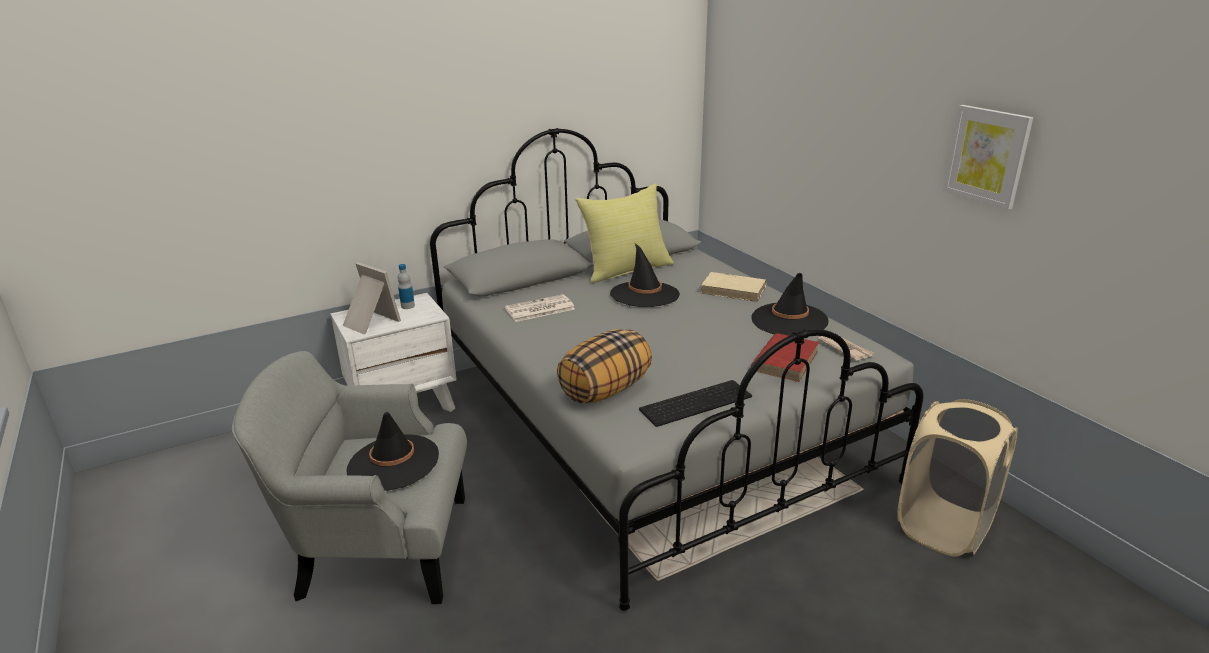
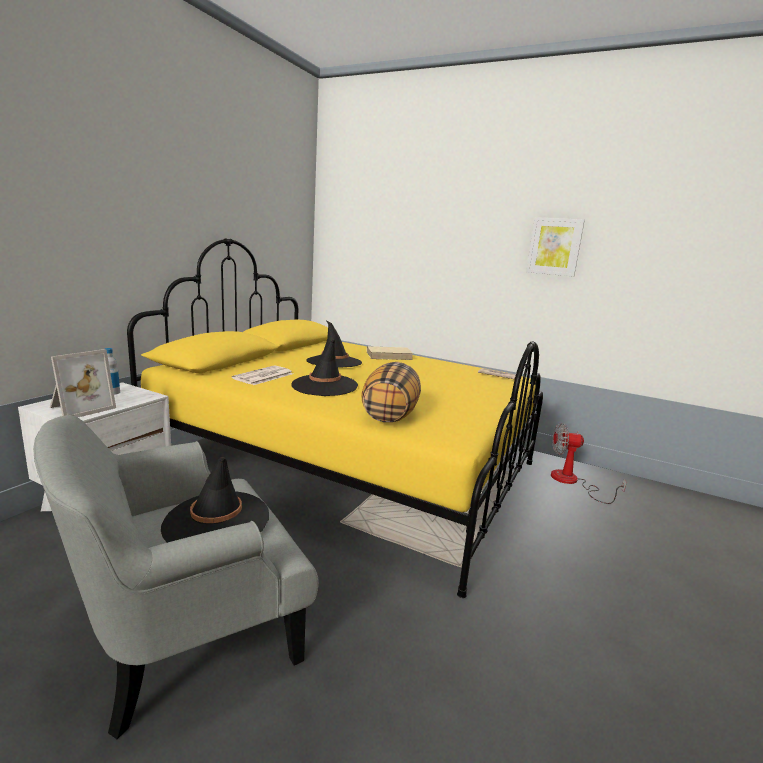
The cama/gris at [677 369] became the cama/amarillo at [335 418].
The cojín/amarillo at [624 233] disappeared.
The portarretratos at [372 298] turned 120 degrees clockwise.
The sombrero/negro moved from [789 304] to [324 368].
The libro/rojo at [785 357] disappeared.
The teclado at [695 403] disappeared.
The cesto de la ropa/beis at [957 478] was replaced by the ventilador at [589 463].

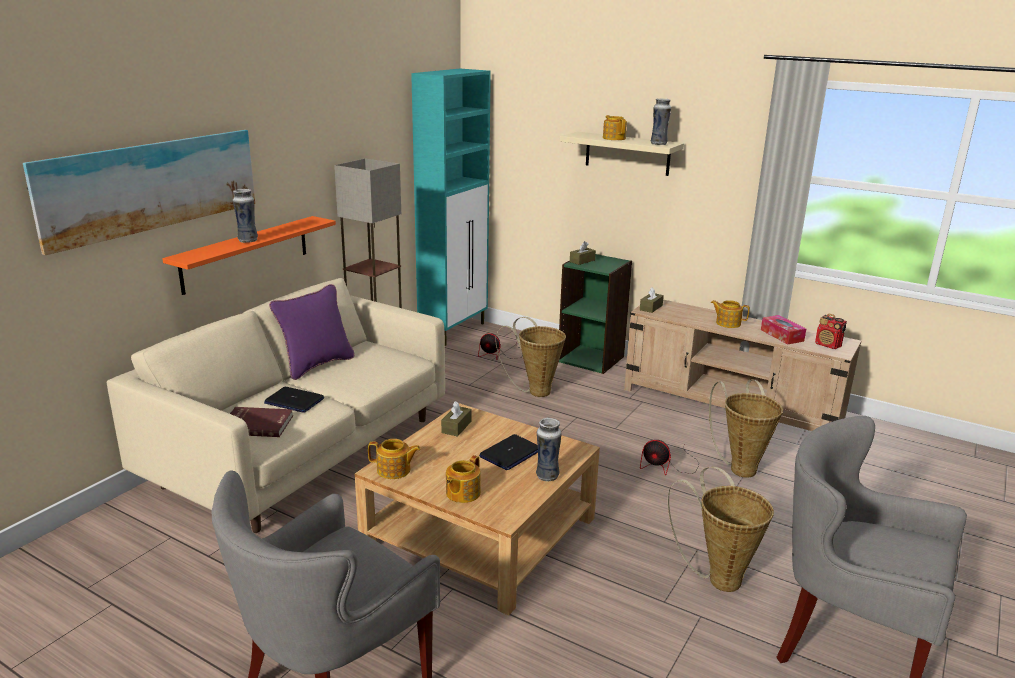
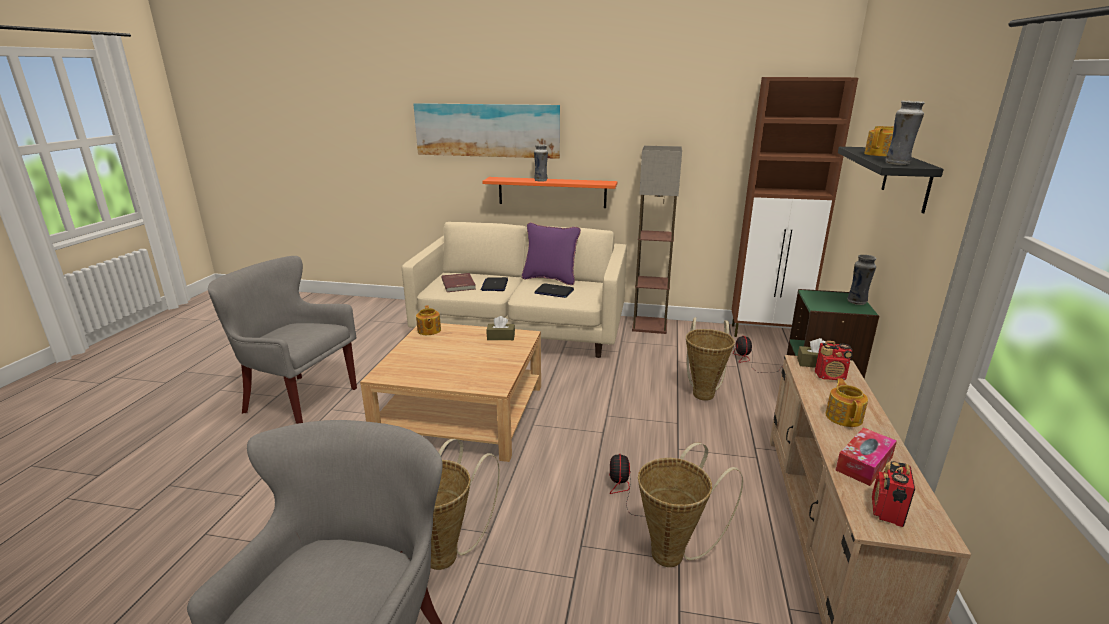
The armario/turquesa at [451 207] became the armario/marrón at [795 207].
The estante/beis at [622 154] became the estante/negro at [891 180].
The caja de pañuelos/marrón at [583 253] disappeared.
The florero moved from [549 449] to [862 280].
The portátil moved from [508 452] to [554 290].
The tetera at [463 479] disappeared.
The radio at [834 360] appeared.

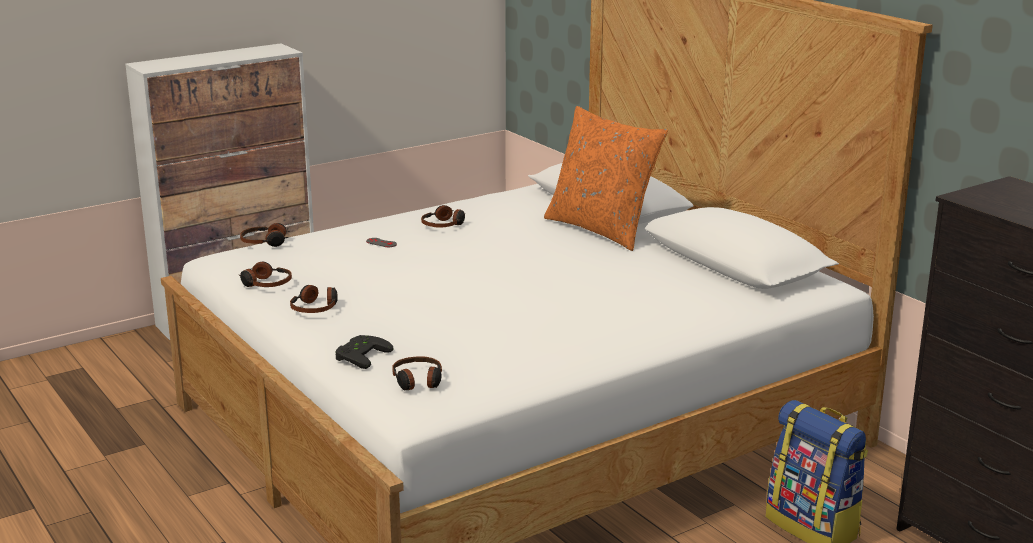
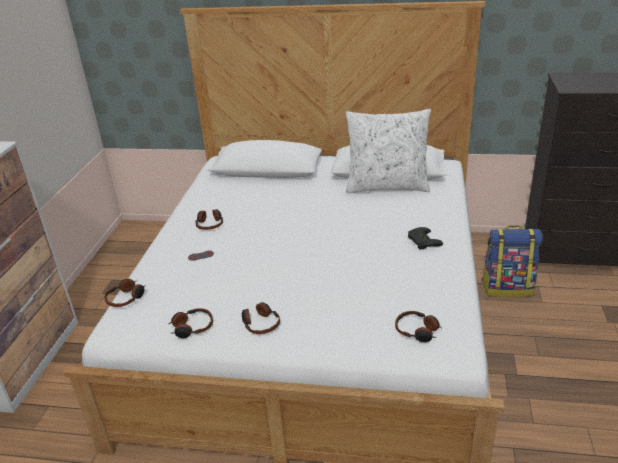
The cojín/naranja at [606 178] disappeared.
The mando de consola/negro moved from [364 352] to [425 238].
The cojín/blanco at [388 150] appeared.

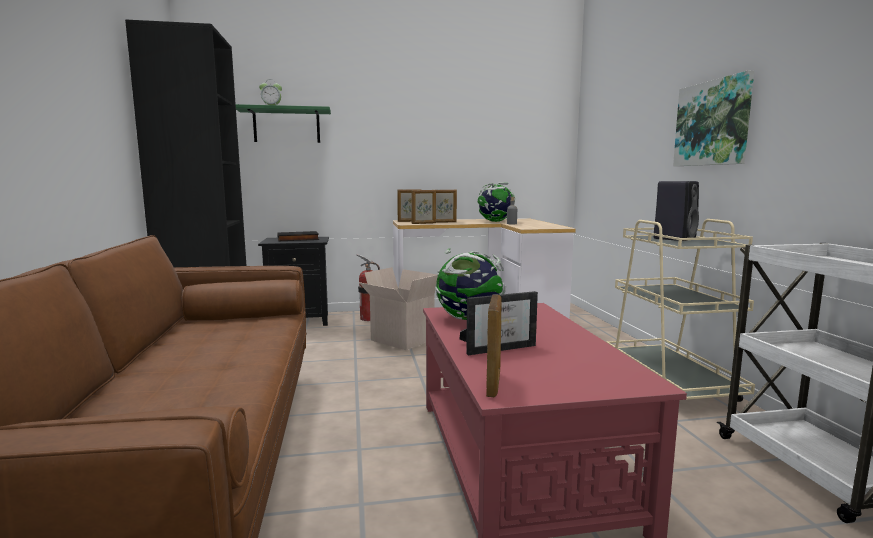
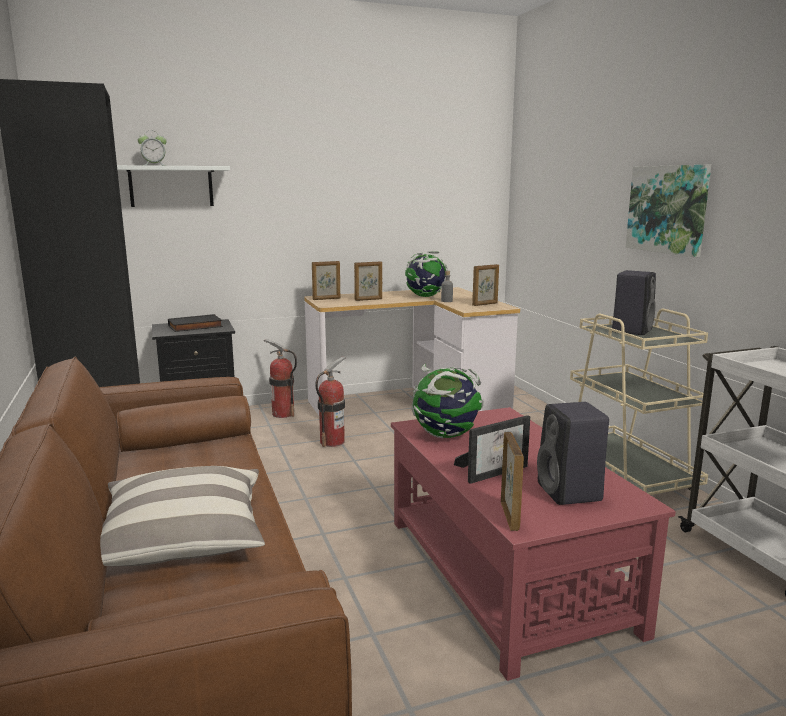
The estante/verde at [283 123] became the estante/blanco at [173 186].
The portarretratos moved from [423 207] to [485 285].
The caja de cartón at [398 308] was replaced by the extintor at [331 402].
The altavoz/negro at [573 453] appeared.
The cojín at [182 516] appeared.

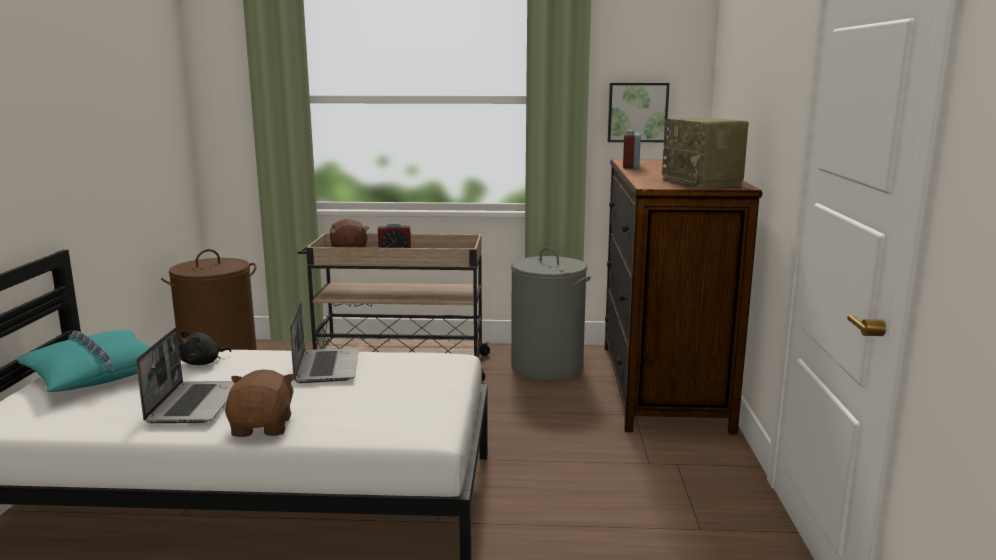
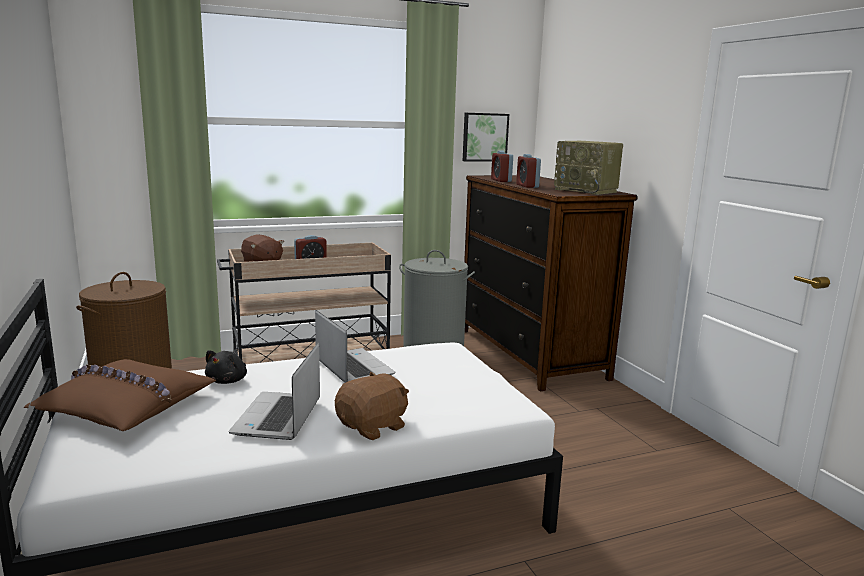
The portátil at [185 375] turned 150 degrees counterclockwise.
The cojín/turquesa at [82 361] became the cojín/marrón at [120 395].
The peluche/marrón at [260 403] turned 75 degrees clockwise.
The despertador at [528 171] appeared.

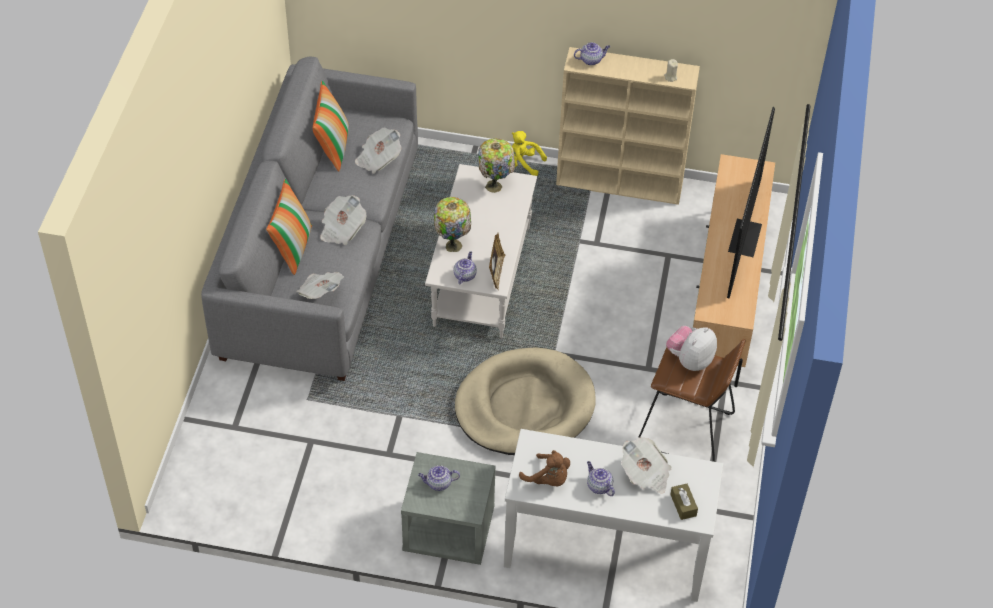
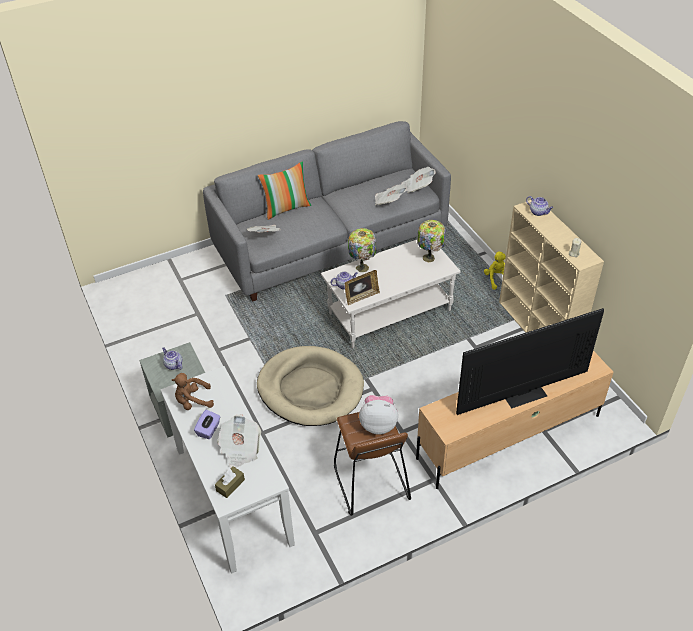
The cojín at [331 126] disappeared.
The periódico moved from [343 220] to [418 180].
The peluche/marrón at [544 468] turned 75 degrees clockwise.
The tetera at [601 478] was replaced by the caja de pañuelos/morado at [207 424].

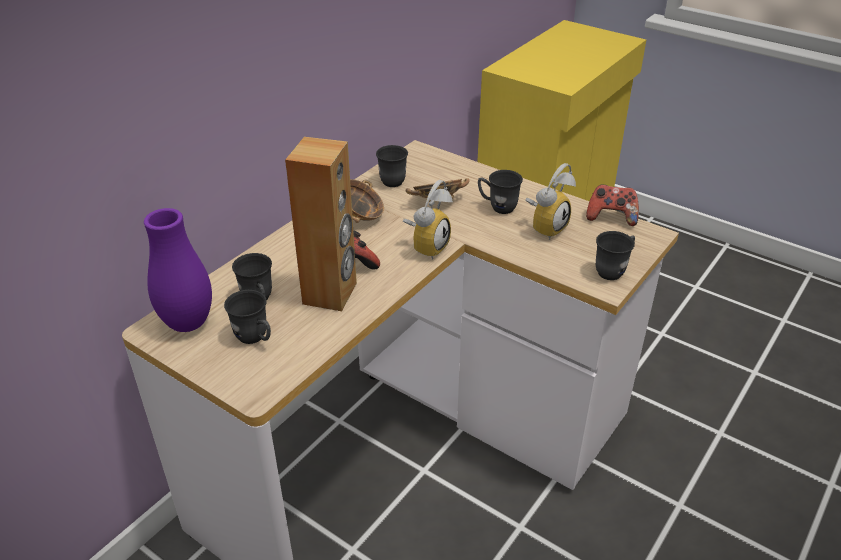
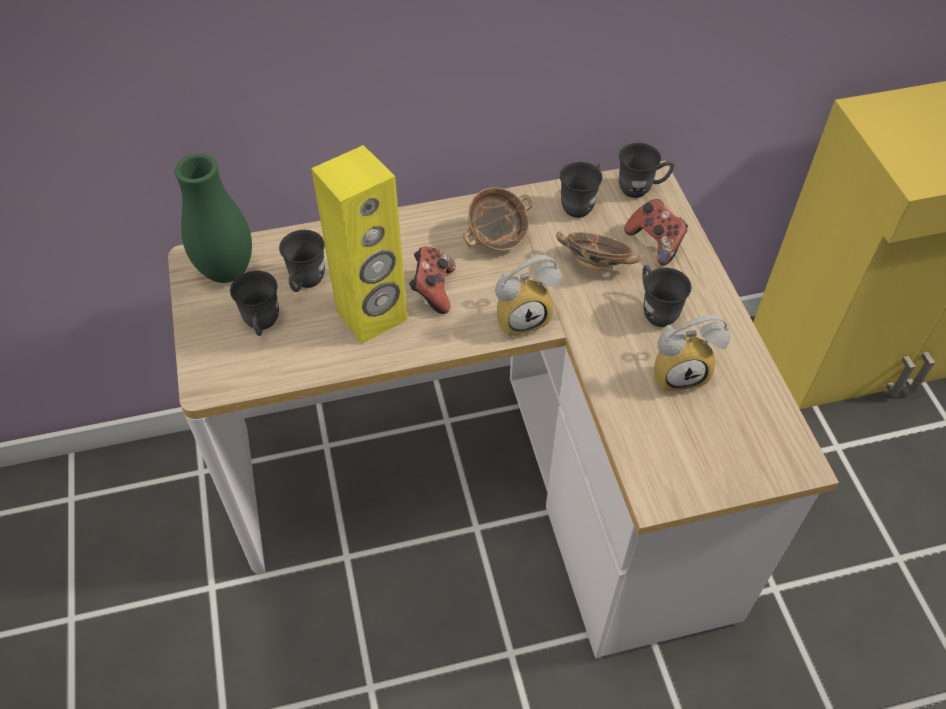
The altavoz/marrón at [321 224] became the altavoz/amarillo at [359 244].
The mando de consola moved from [612 205] to [656 232].
The florero/morado at [178 270] became the florero/verde at [213 218].
The taza grande/gris moved from [615 255] to [647 170].

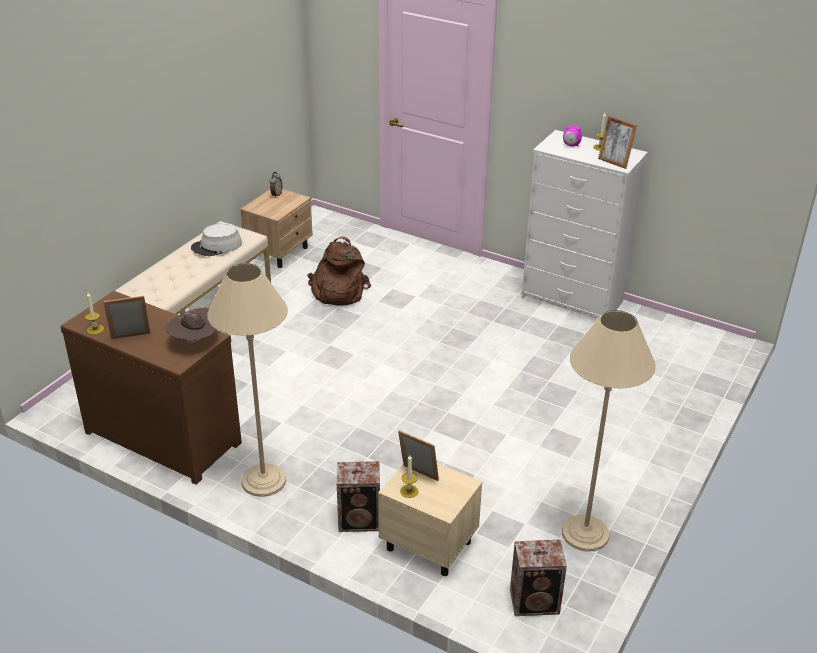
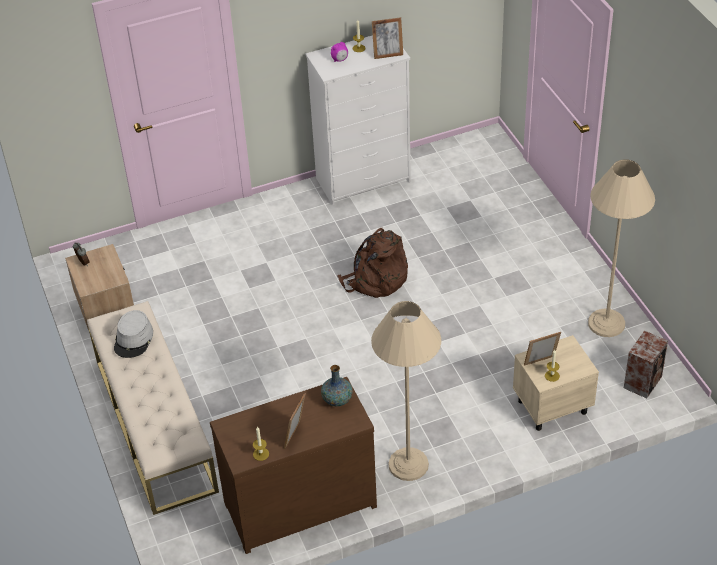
The mochila/marrón moved from [339 271] to [372 263].
The sombrero/marrón at [190 326] was replaced by the florero at [337 385].
The altavoz at [358 496] disappeared.

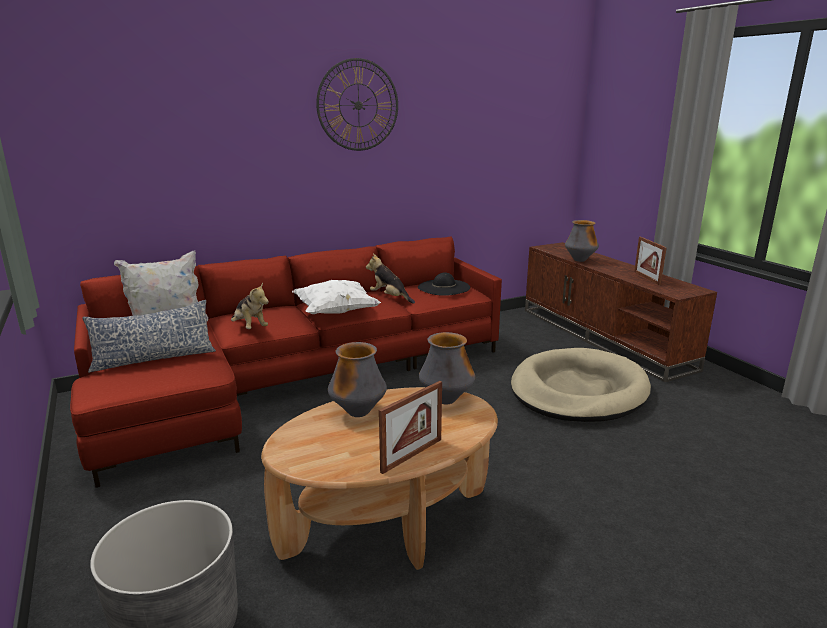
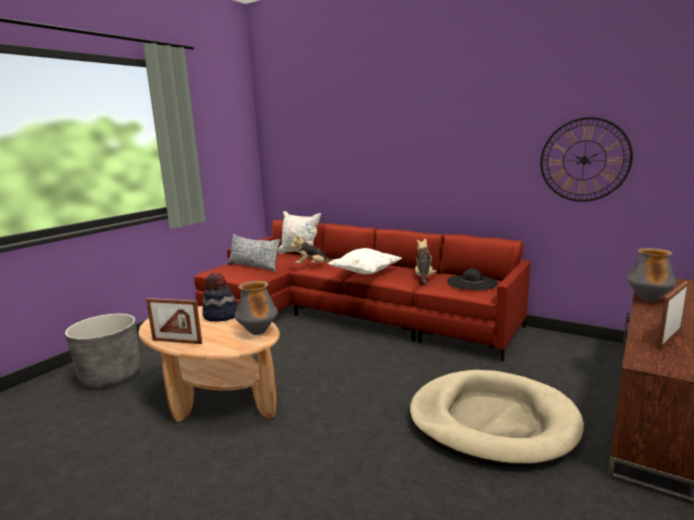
The reloj de pared moved from [357 104] to [586 159].
The peluche at [250 305] turned 75 degrees clockwise.
The florero at [357 379] was replaced by the sombrero at [219 297].

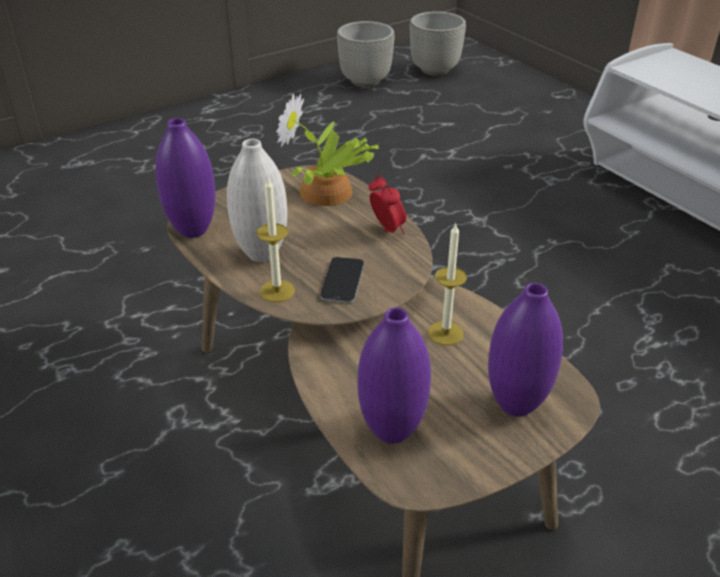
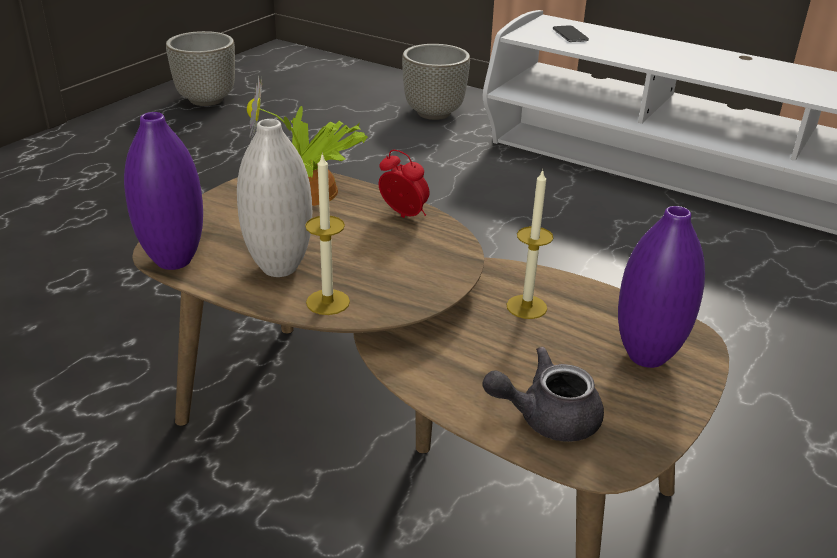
The maceta/gris moved from [438 43] to [436 82].
The móvil moved from [342 280] to [571 33].
The florero/morado at [394 375] was replaced by the tetera/gris at [543 394].

